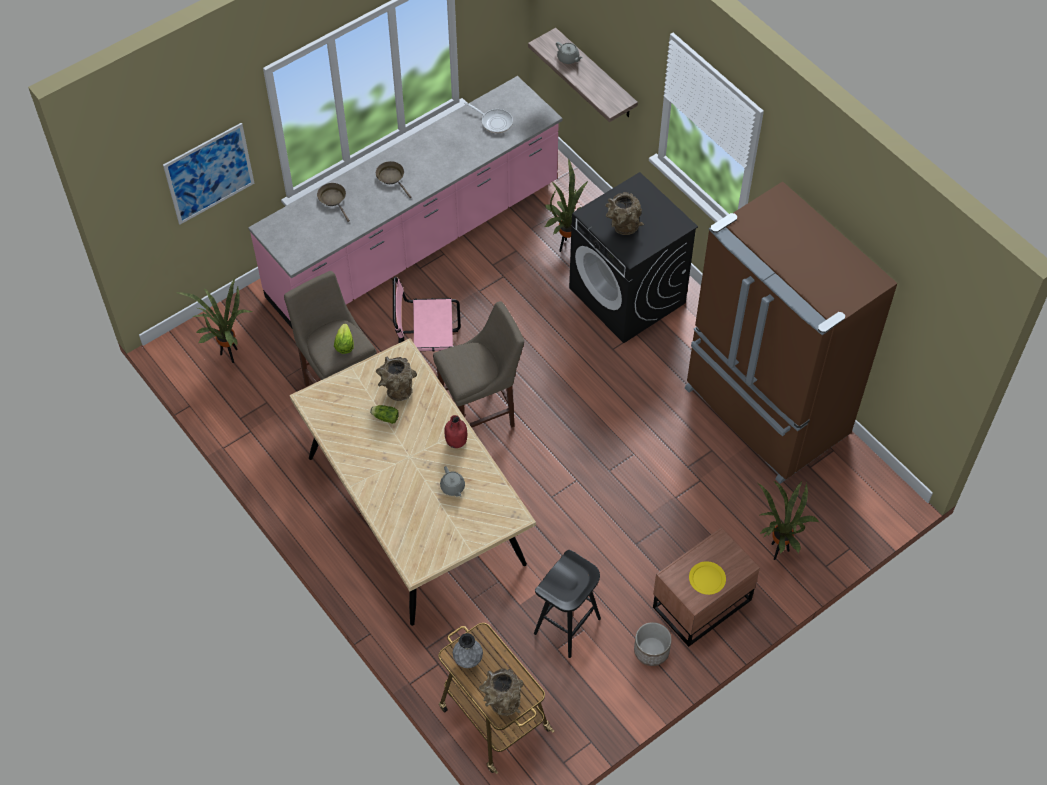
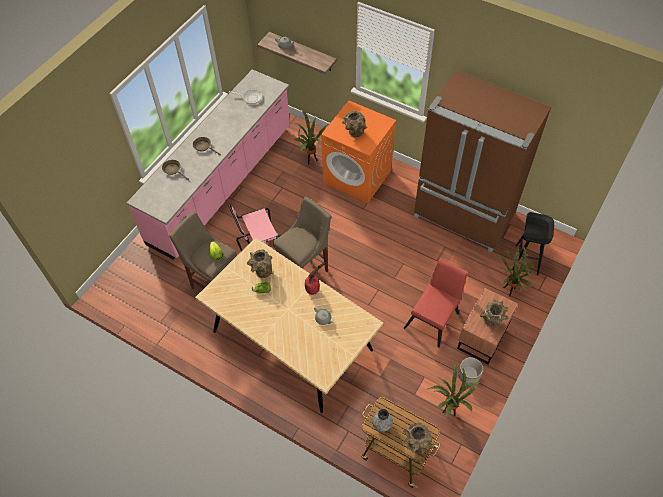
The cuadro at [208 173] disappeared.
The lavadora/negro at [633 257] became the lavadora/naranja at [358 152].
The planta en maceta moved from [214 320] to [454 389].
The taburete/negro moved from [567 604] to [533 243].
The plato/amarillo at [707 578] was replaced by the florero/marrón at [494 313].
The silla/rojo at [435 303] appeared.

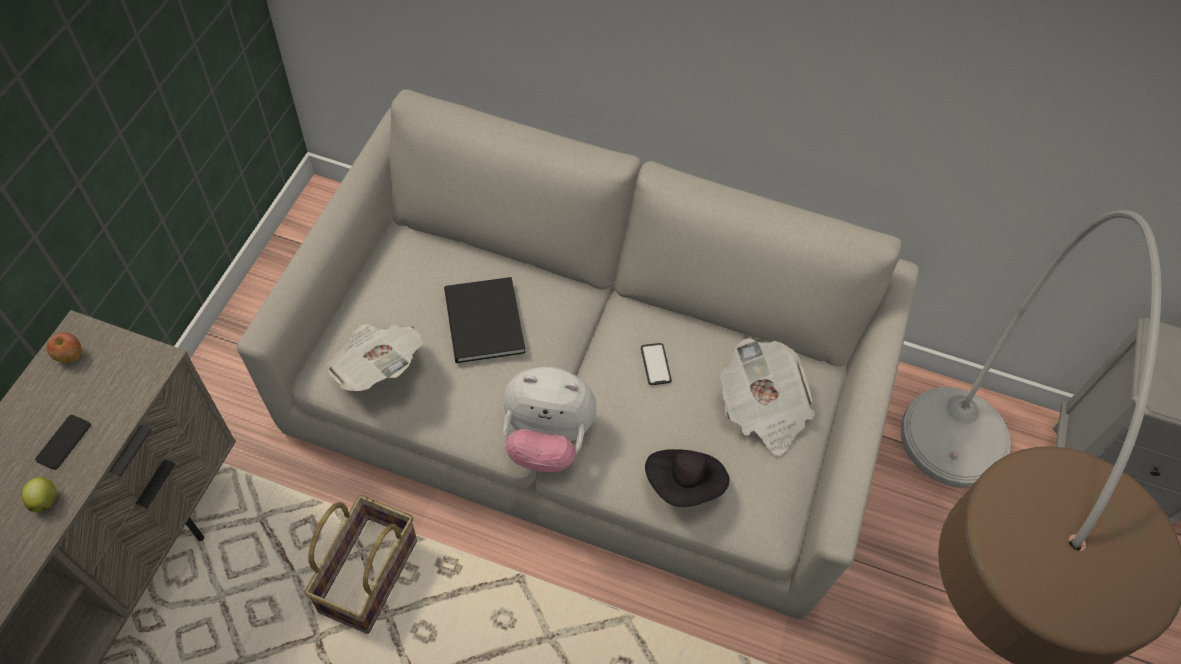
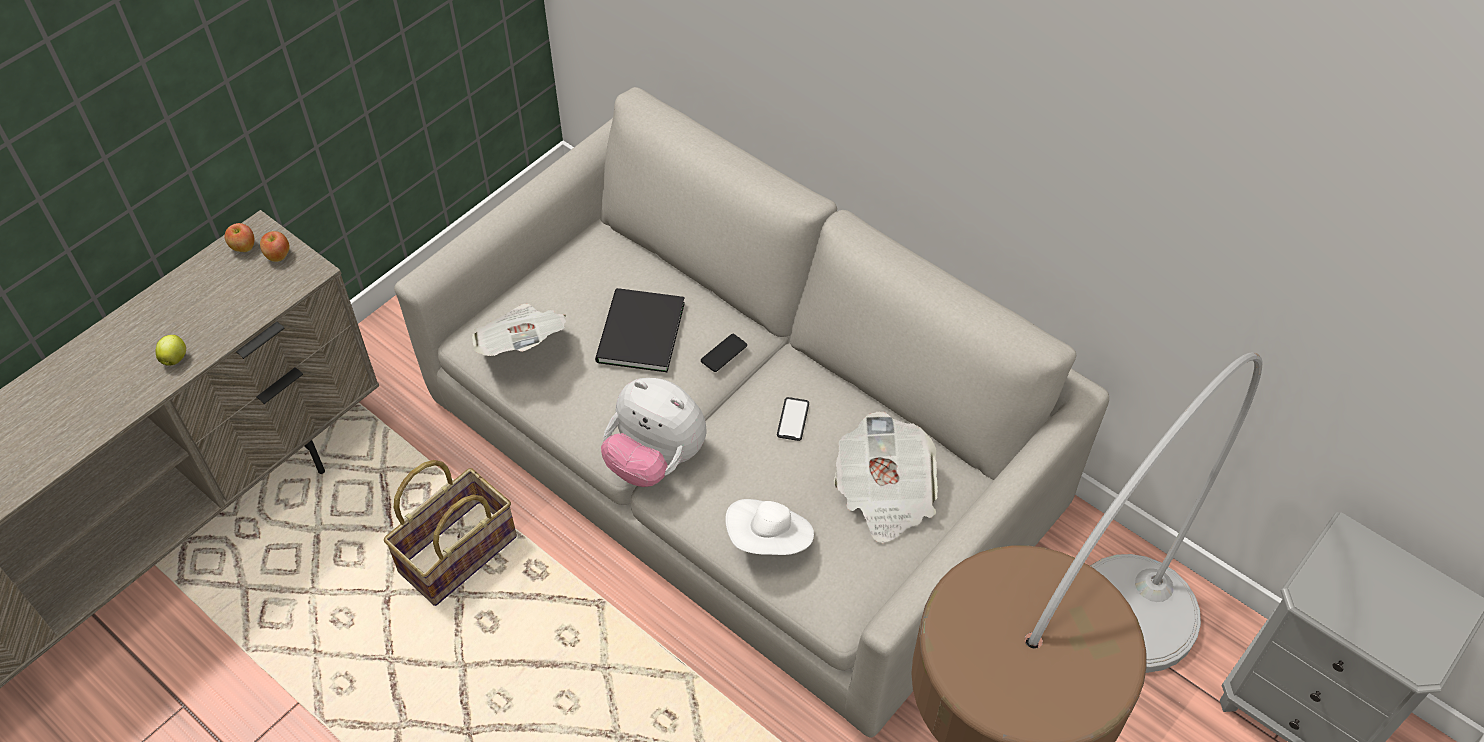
The móvil moved from [63 442] to [724 353].
The sombrero/negro at [687 478] became the sombrero/blanco at [769 527].
The manzana at [275 246] appeared.

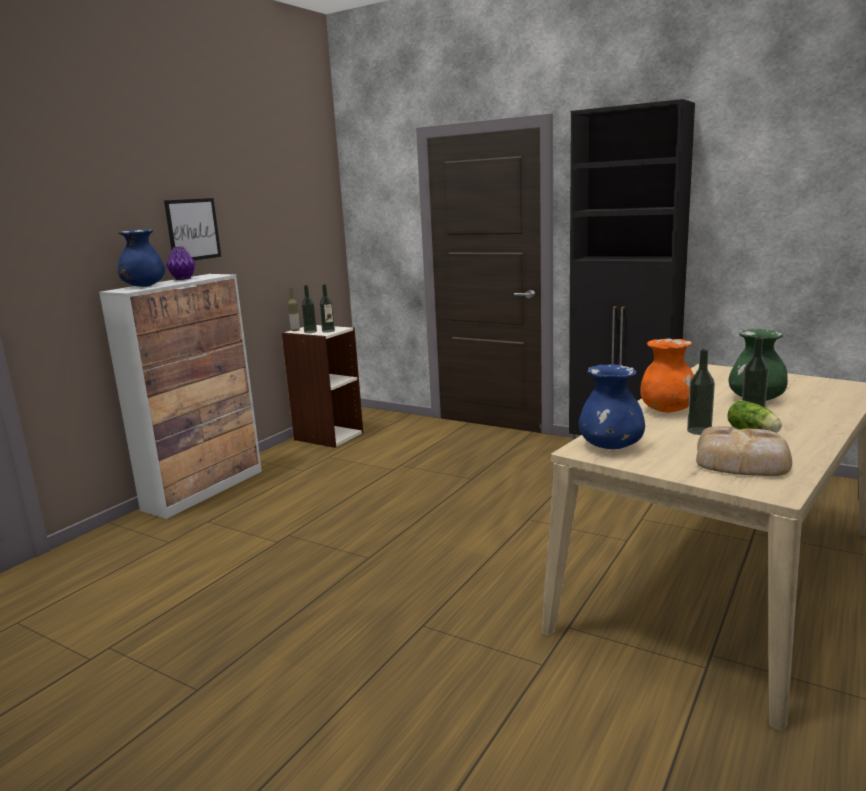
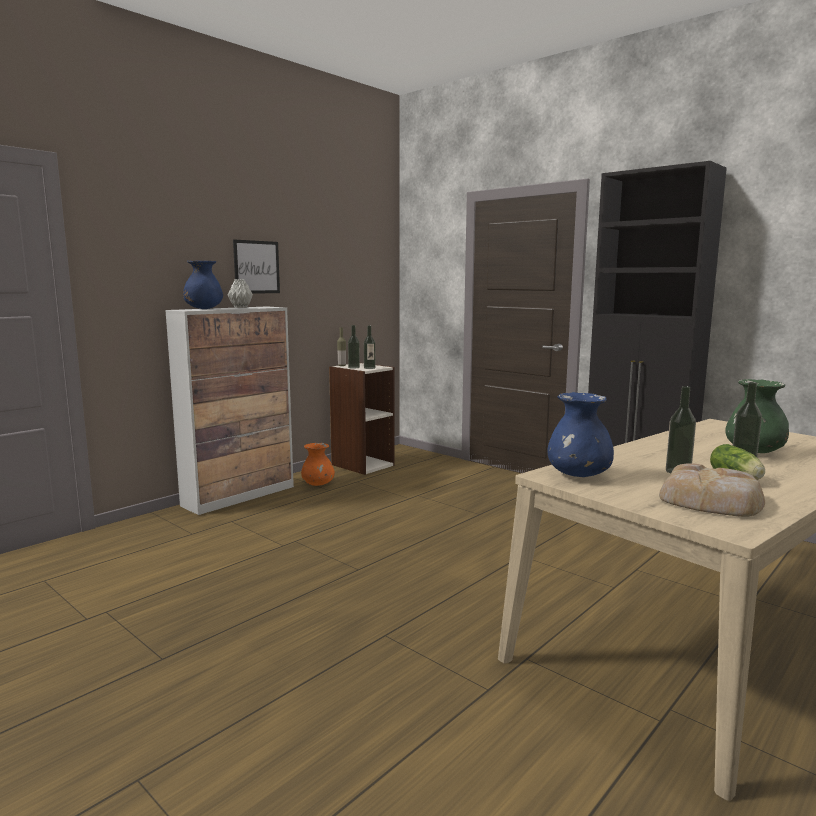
The florero/morado at [181 263] became the florero/gris at [240 293].
The florero/naranja moved from [667 375] to [318 464].

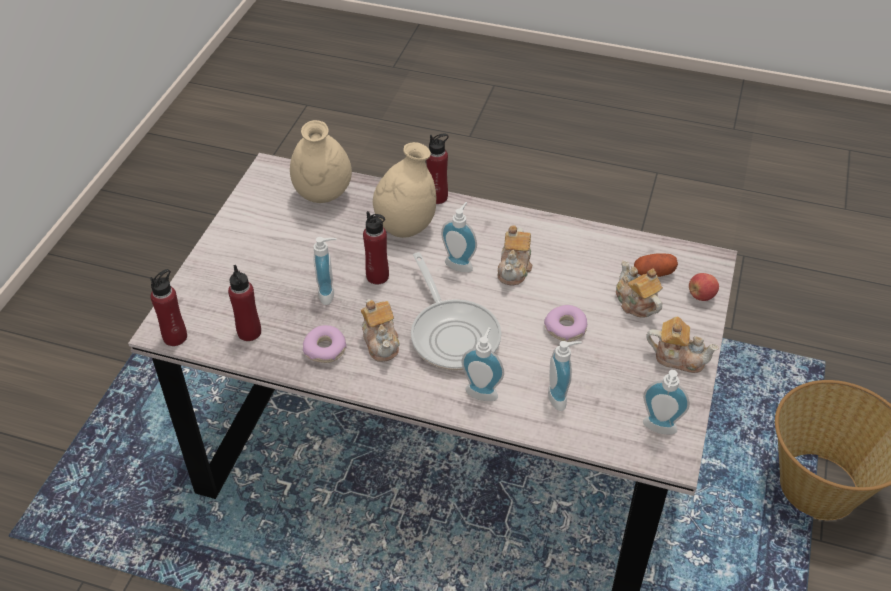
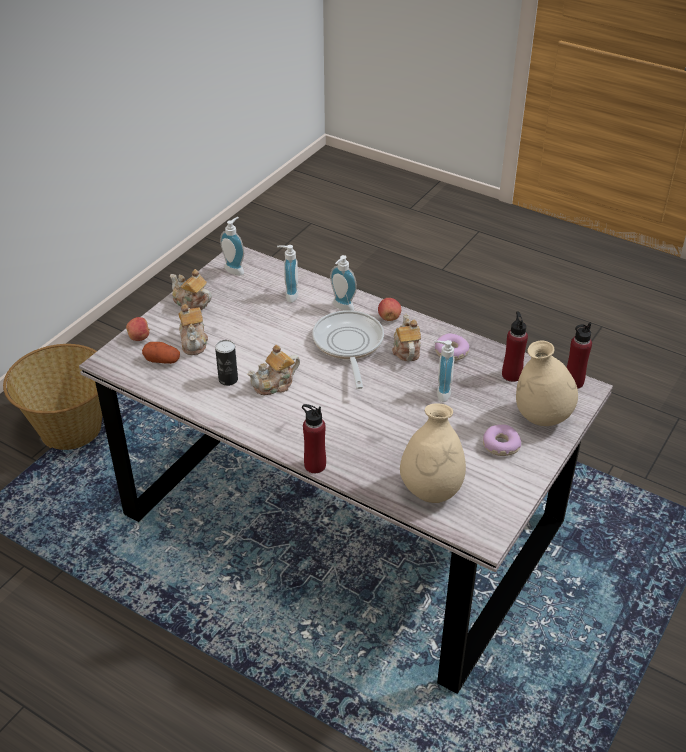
The florero/beis moved from [404 190] to [547 383].
The dispensador de jabón at [459 237] disappeared.
The botella/rojo at [376 248] disappeared.
The tetera at [515 255] turned 150 degrees counterclockwise.
The rosquilla moved from [565 323] to [502 440].
The manzana at [389 309] appeared.
The lata at [226 363] appeared.

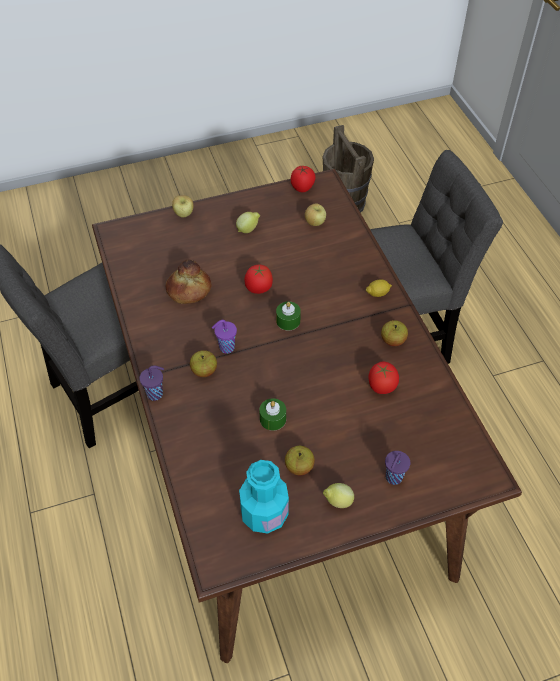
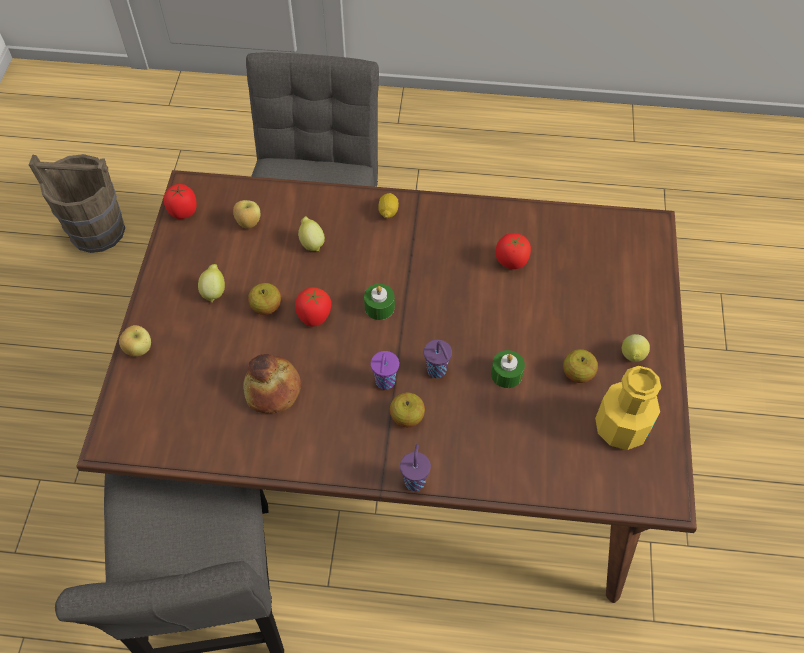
The manzana moved from [394 333] to [264 299].
The taza/morado moved from [397 468] to [438 359].
The botella/turquesa at [264 496] became the botella/amarillo at [628 408].
The limón at [311 233] appeared.

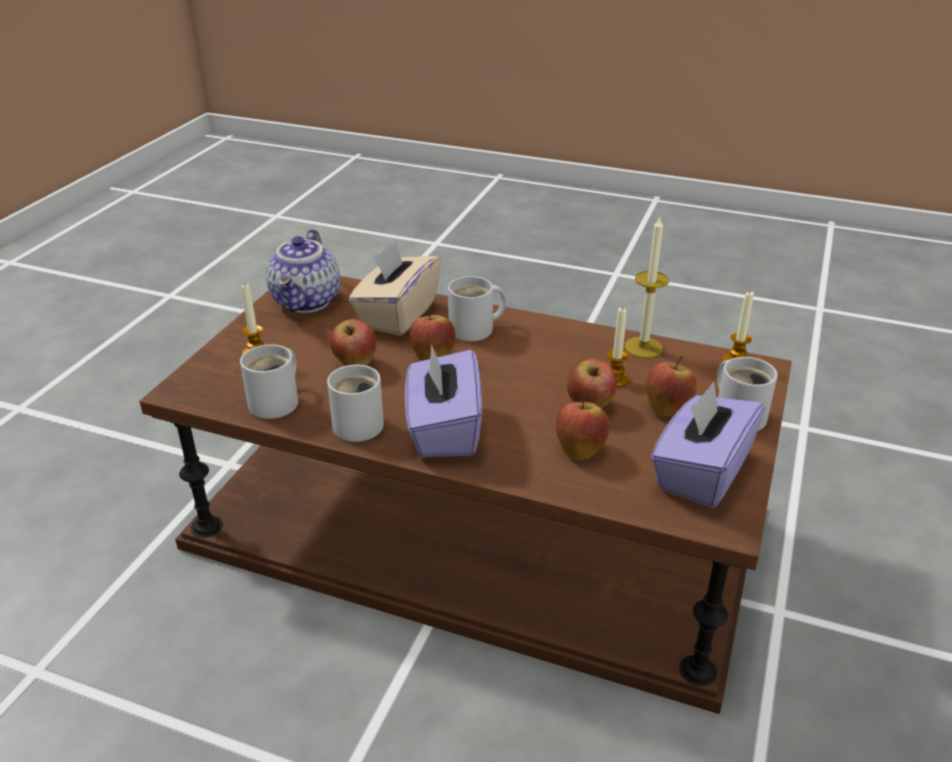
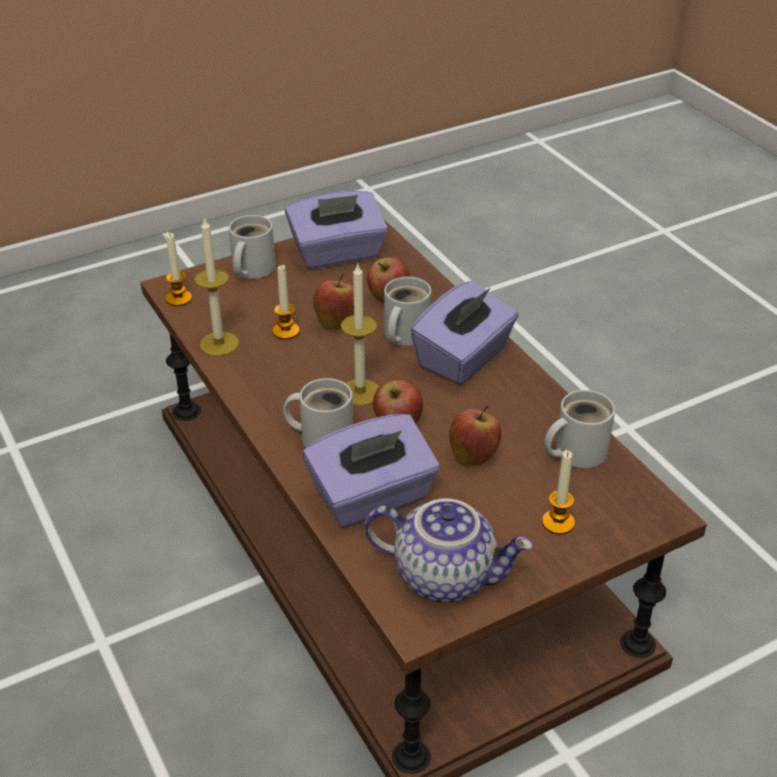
The tetera at [303 271] turned 60 degrees clockwise.
The caja de pañuelos/beis at [395 288] became the caja de pañuelos/morado at [371 471].
The manzana at [671 386] disappeared.
The taza grande/blanco moved from [355 403] to [407 311].
The vela at [360 334] appeared.

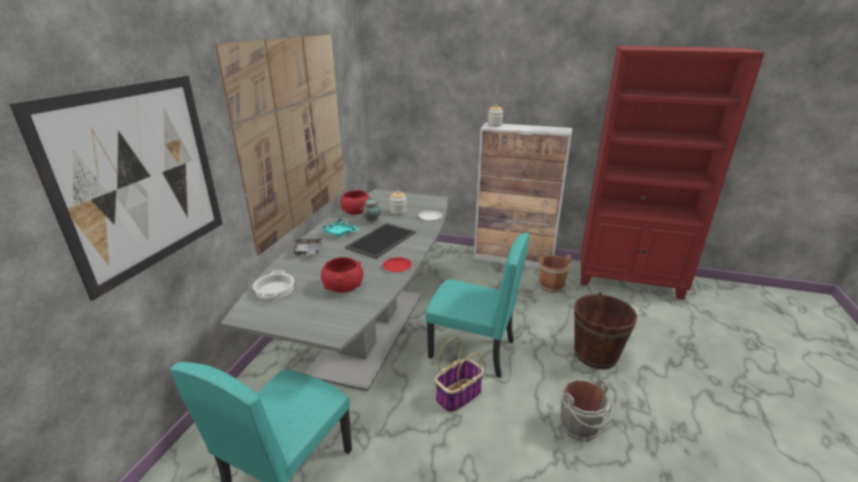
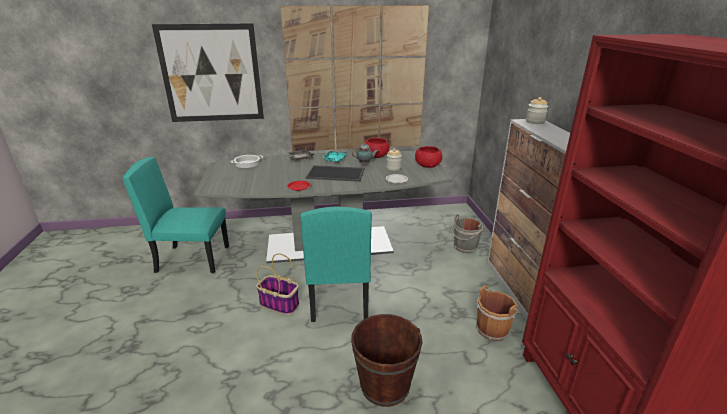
The cuenco/rojo moved from [342 275] to [428 157].
The cubo/gris moved from [586 410] to [467 233].

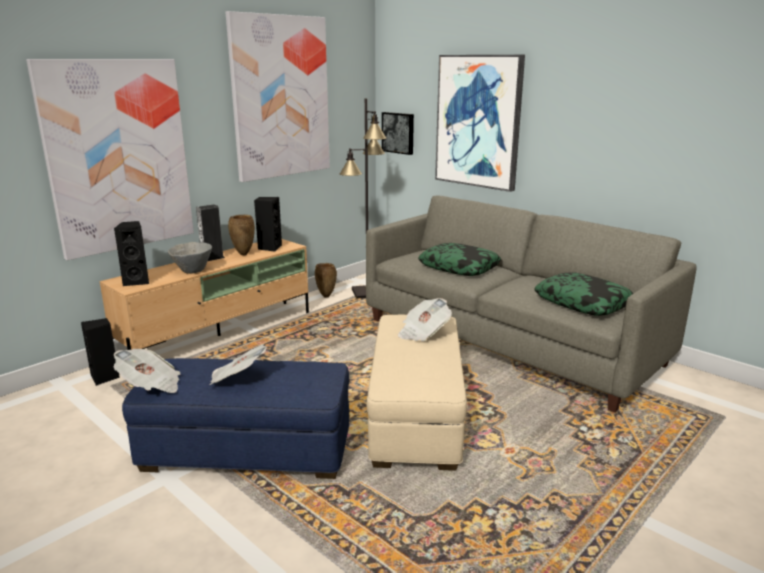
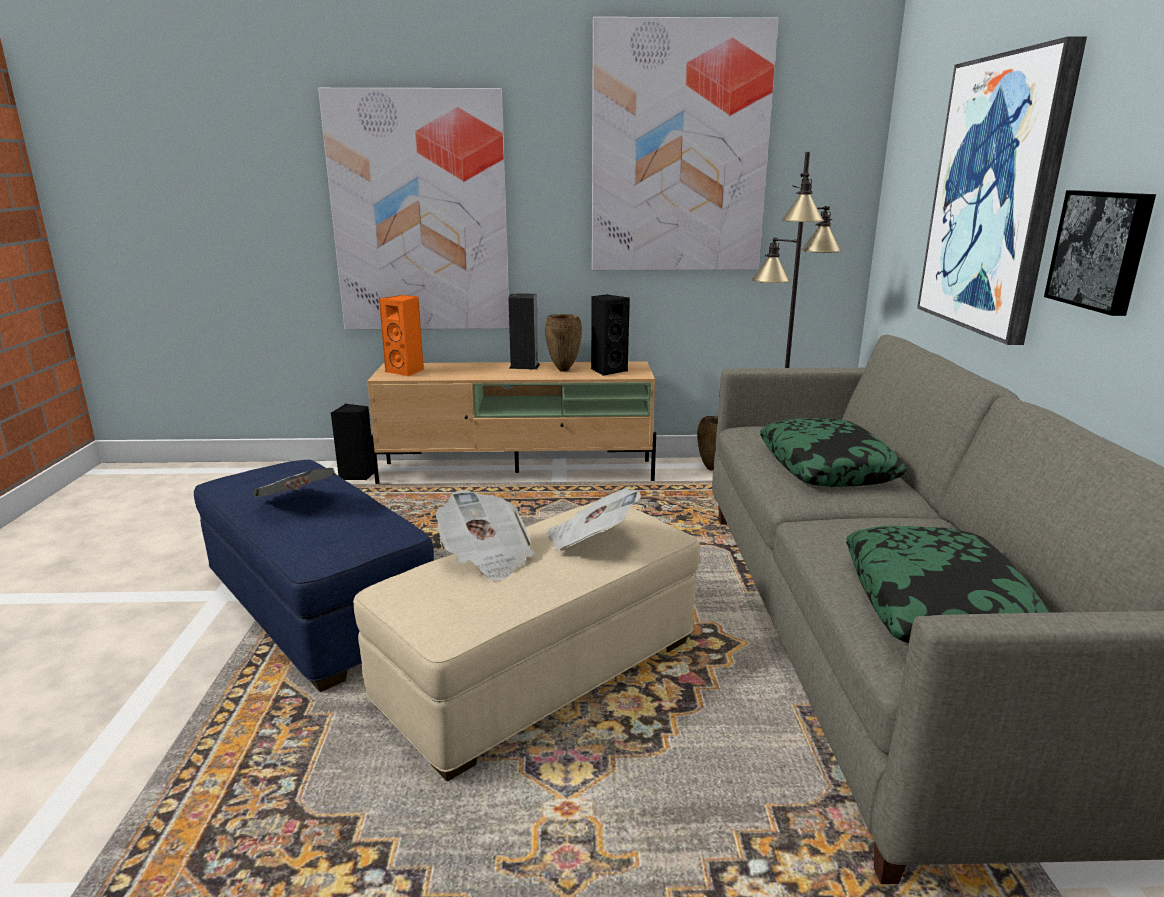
The cuadro moved from [398 133] to [1100 253].
The altavoz/negro at [131 253] became the altavoz/naranja at [401 335].
The cuenco/gris at [190 258] disappeared.
The periódico moved from [146 371] to [485 535].

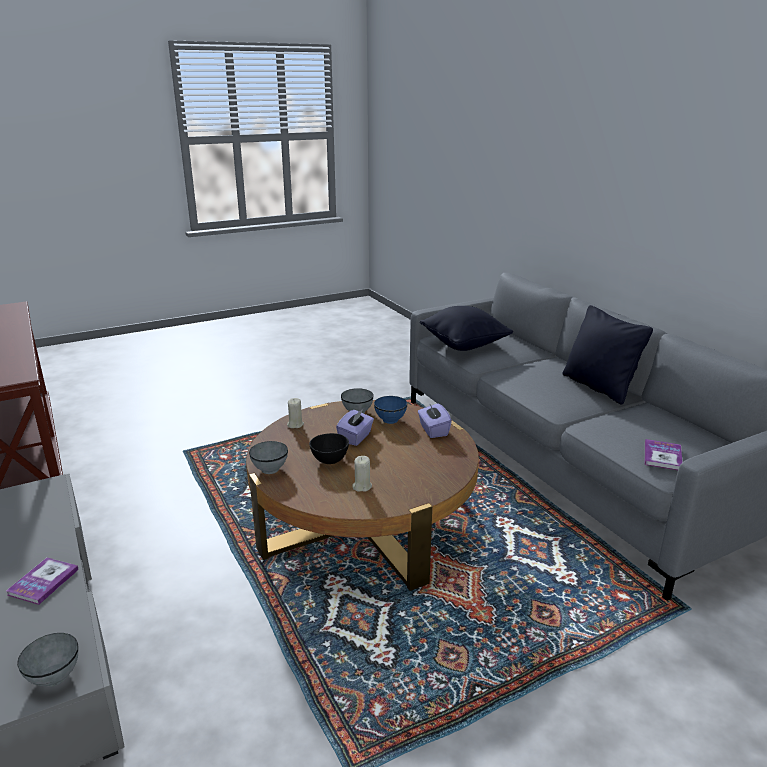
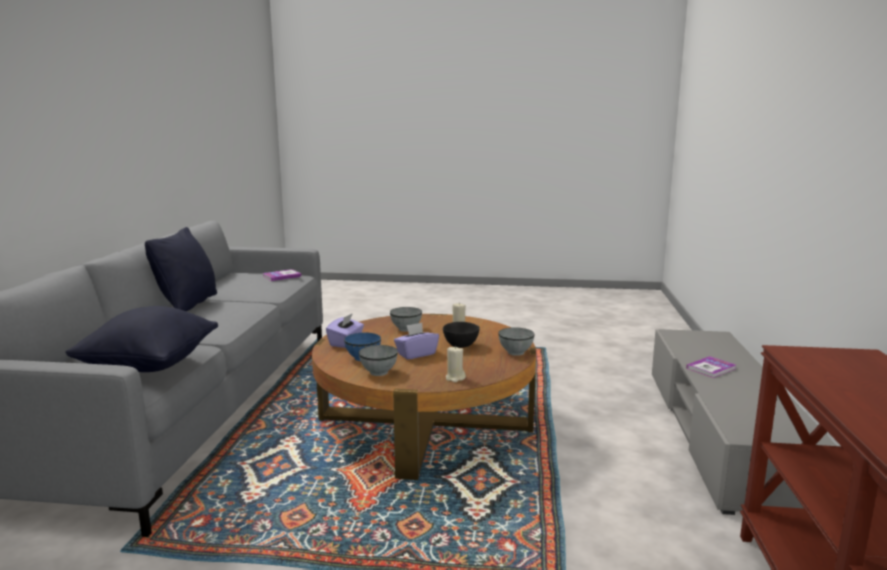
The cuenco/gris moved from [48 660] to [406 319].

